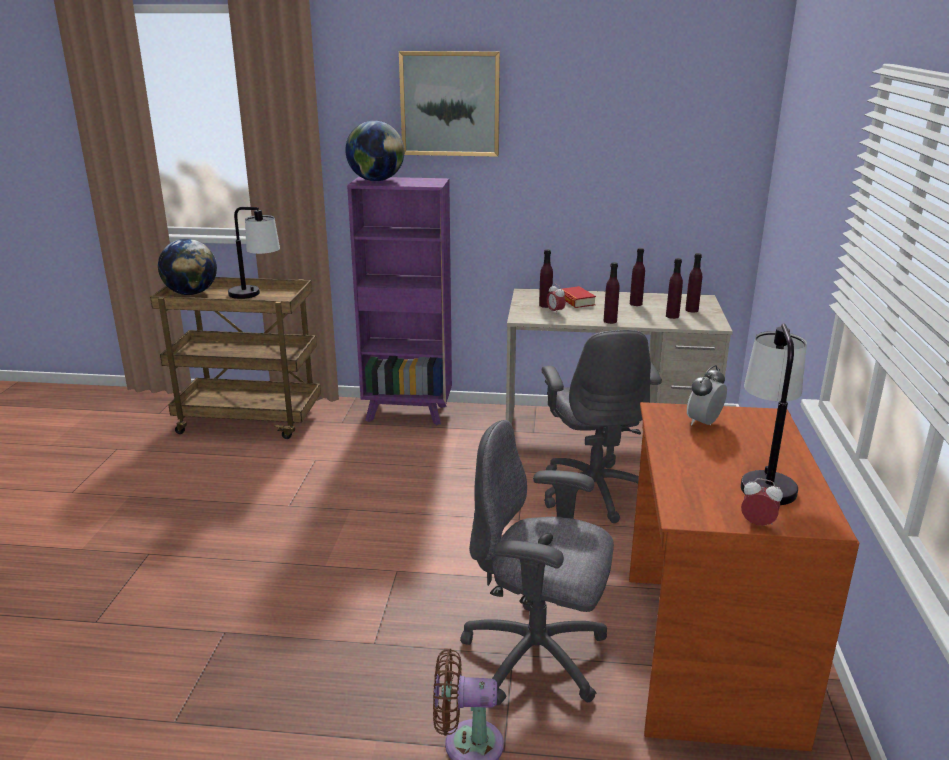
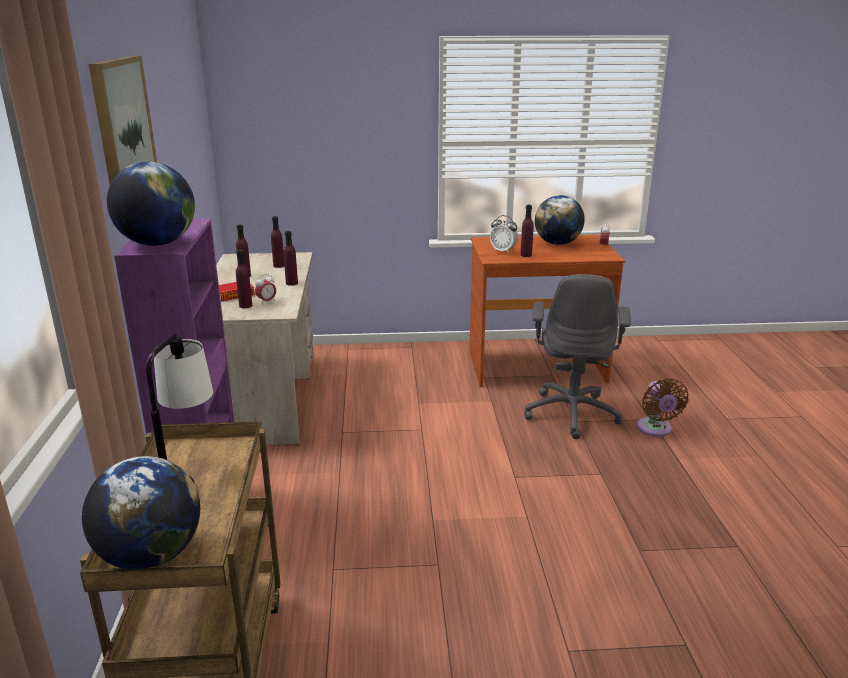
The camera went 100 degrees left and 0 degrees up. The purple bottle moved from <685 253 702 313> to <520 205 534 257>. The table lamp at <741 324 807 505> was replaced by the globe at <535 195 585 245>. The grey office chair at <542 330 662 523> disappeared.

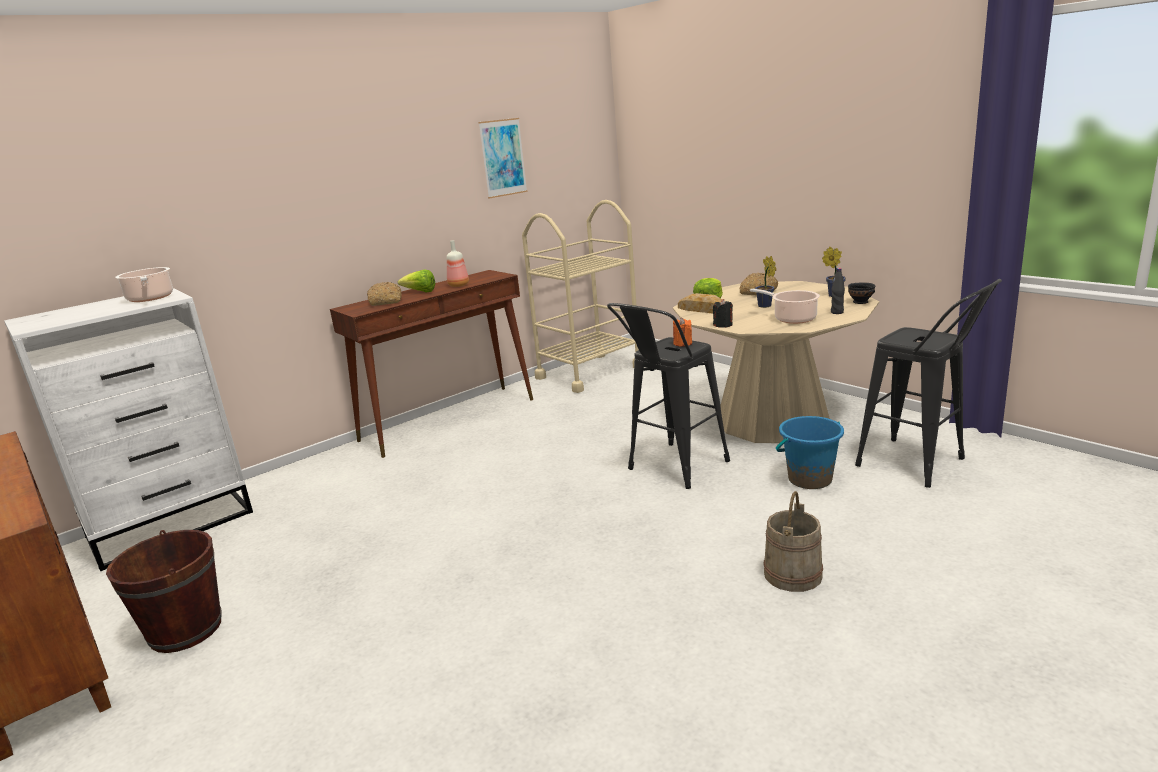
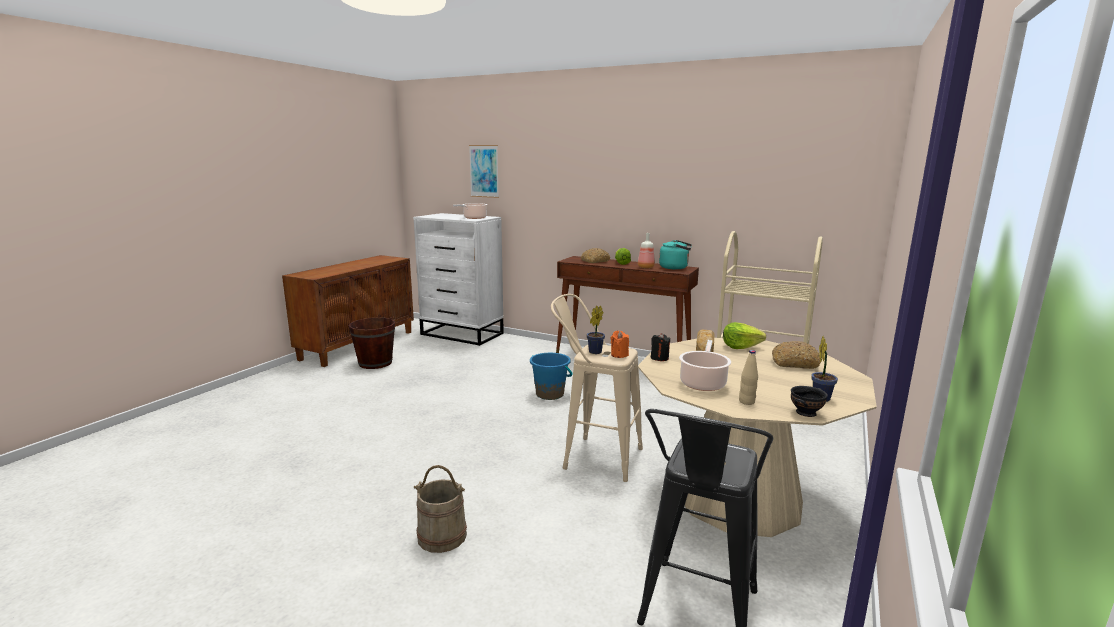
The camera went 65 degrees right and 5 degrees down. The picture moved from <478 118 527 199> to <469 145 499 198>. The potted plant moved from <755 256 777 308> to <587 306 605 354>. The black bottle at <831 268 845 314> became the beige bottle at <739 350 758 405>. The black stool at <607 303 730 489> became the beige stool at <551 294 643 482>. The blue bucket moved from <776 416 844 489> to <530 353 572 400>. The turquoise kettle at <659 240 692 269> appeared.

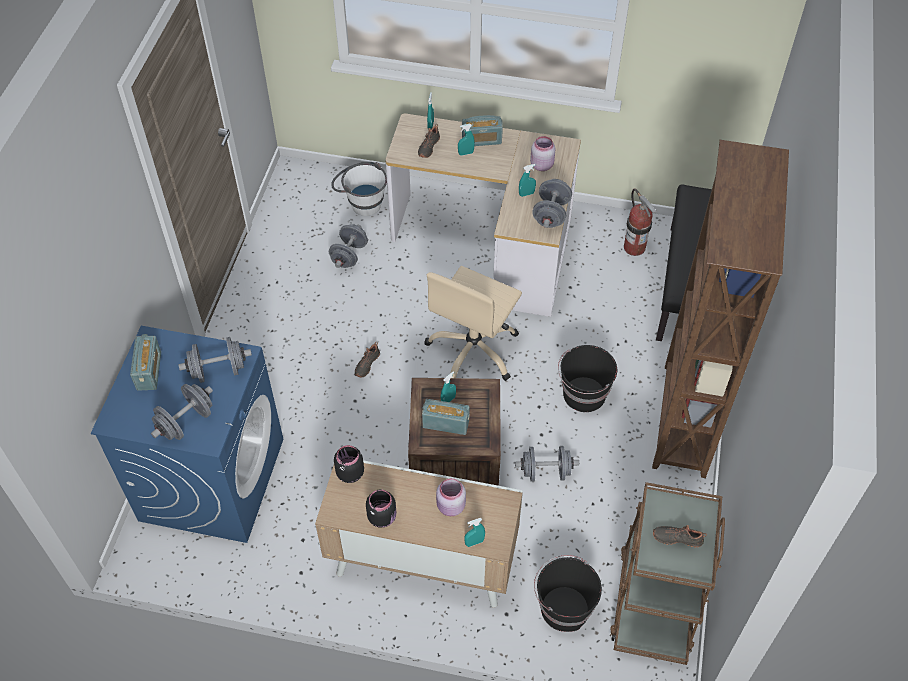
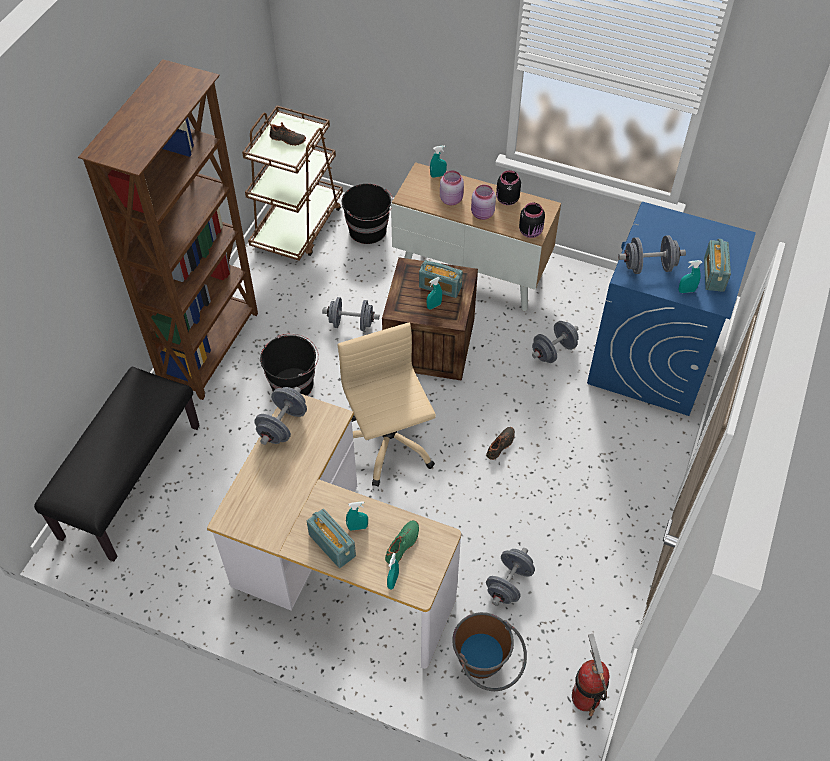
The camera went 170 degrees left and 0 degrees up. The radio at <462 115 503 146> turned 45 degrees clockwise. The black shoe at <418 124 440 158> became the green shoe at <385 520 419 563>. The pink jar moved from <530 136 556 171> to <471 185 496 220>. The white bucket at <331 162 387 216> became the brown bucket at <452 612 527 691>. The turquoise spray bottle moved from <519 164 536 197> to <679 260 702 293>. The fire extinguisher moved from <624 188 657 256> to <572 634 609 716>. The beige office chair at <424 266 522 381> turned 60 degrees counterclockwise. The grey dumbbell moved from <151 384 213 440> to <532 321 579 363>.

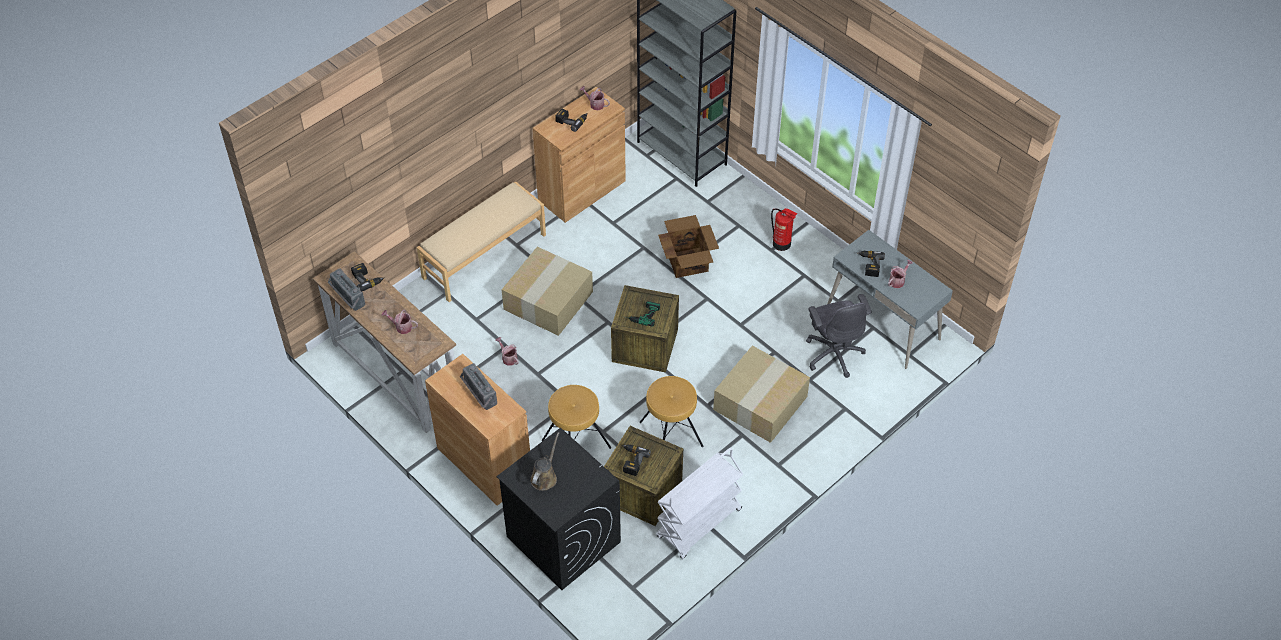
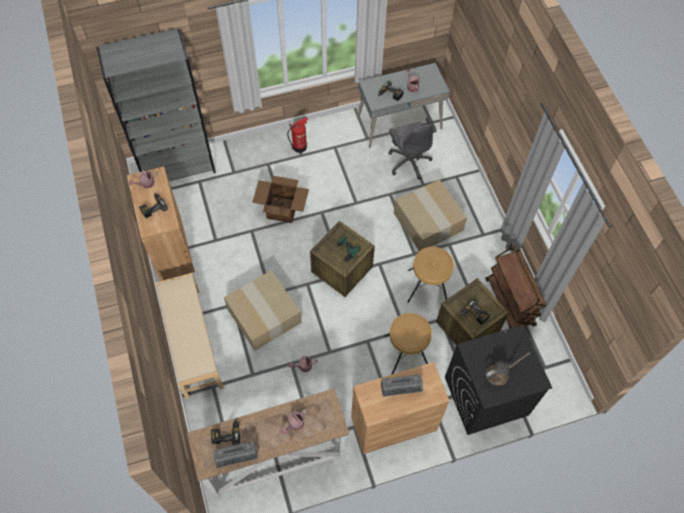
The camera went 65 degrees left and 10 degrees up. The grey office chair at <806 294 871 378> turned 60 degrees clockwise. The brown watering can at <530 432 559 491> turned 105 degrees clockwise. The white cart at <656 448 743 559> became the brown cart at <486 244 547 329>.

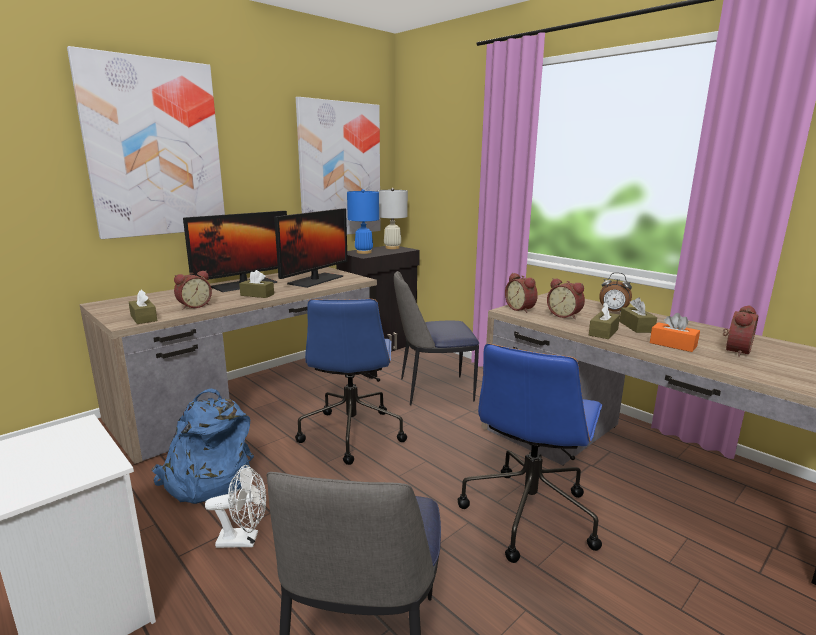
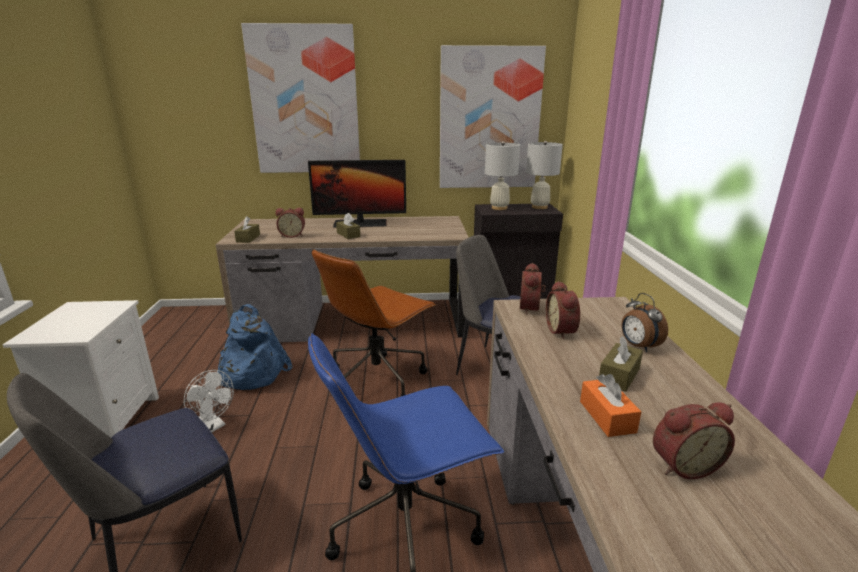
The camera went 40 degrees right and 5 degrees up. The blue table lamp at <347 189 379 254> became the white table lamp at <485 141 520 210>. The monitor at <274 208 348 288> disappeared. The blue office chair at <295 299 407 465> became the brown office chair at <312 249 436 397>. The brown tissue box at <589 302 620 339> disappeared.

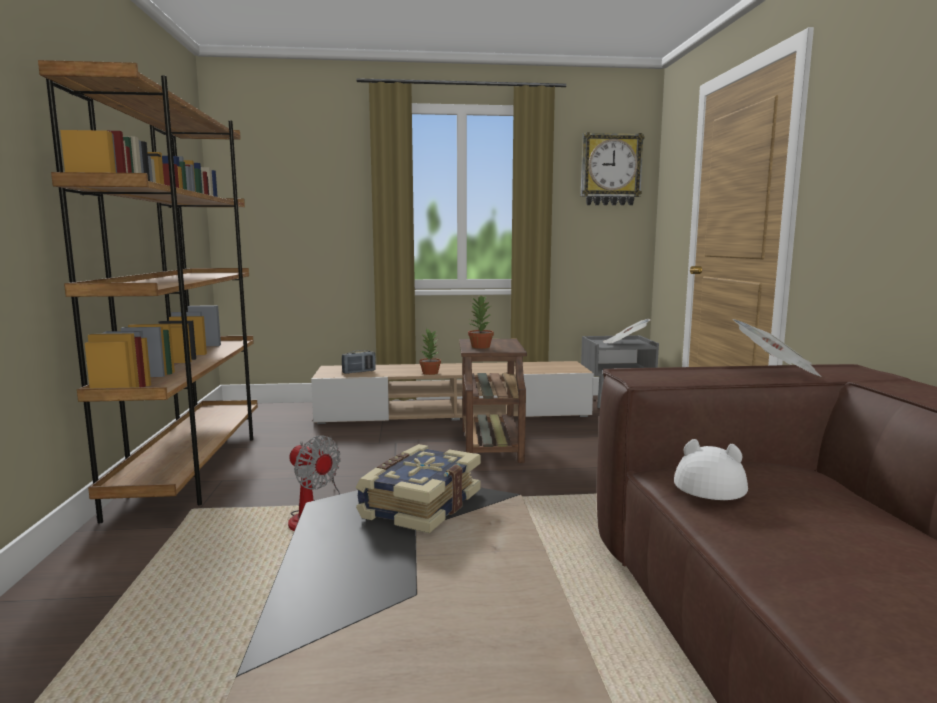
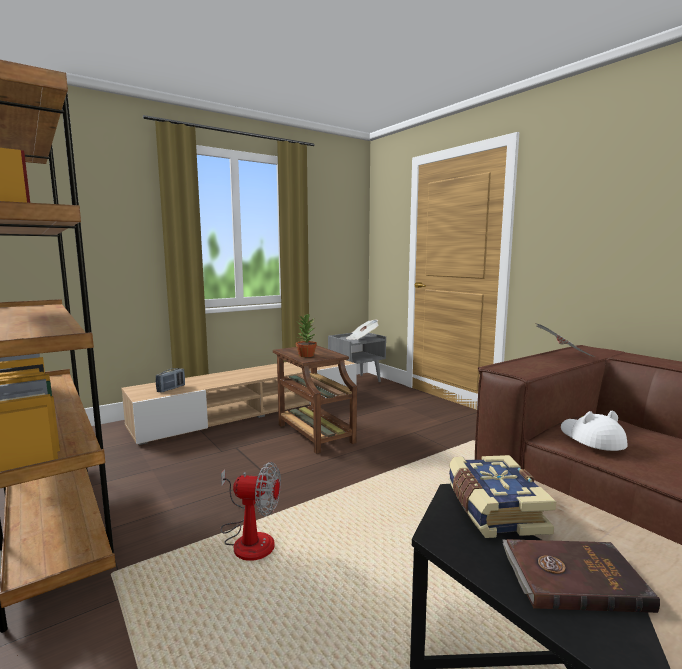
The camera went 30 degrees left and 0 degrees up. The wall clock at <581 132 644 205> disappeared. The potted plant at <419 329 441 375> disappeared. The brown book at <502 539 660 613> appeared.

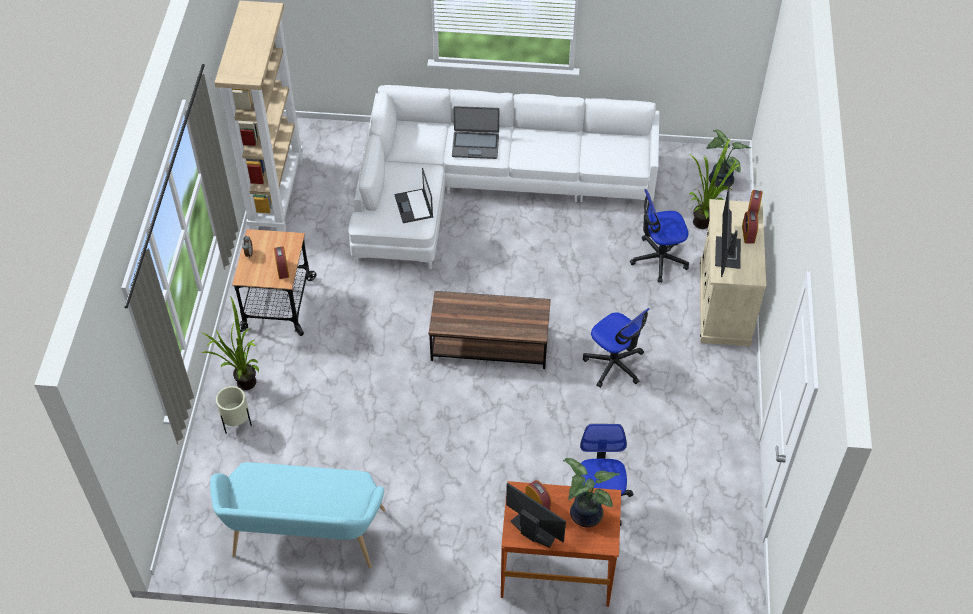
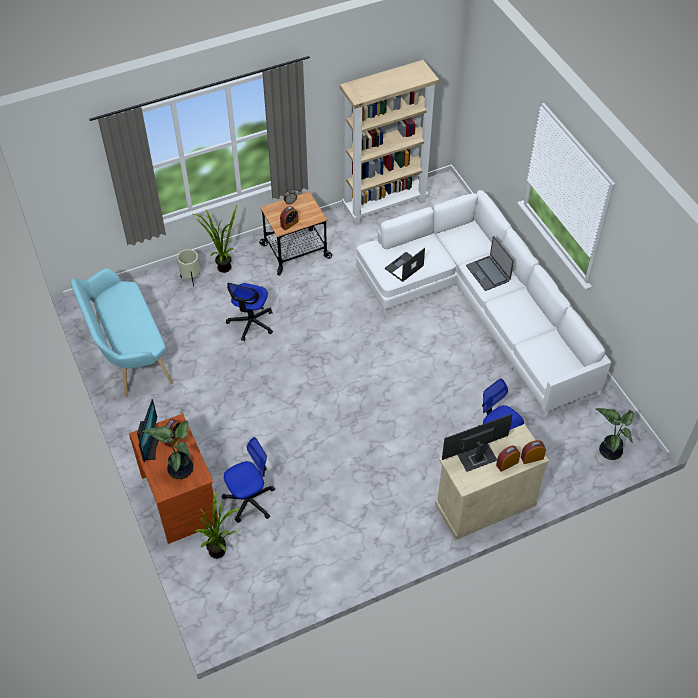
The camera went 60 degrees right and 0 degrees up. The potted plant moved from <688 138 741 229> to <185 490 240 559>. The brown coffee table at <429 291 551 369> disappeared. The office chair moved from <583 308 650 388> to <226 283 273 341>.

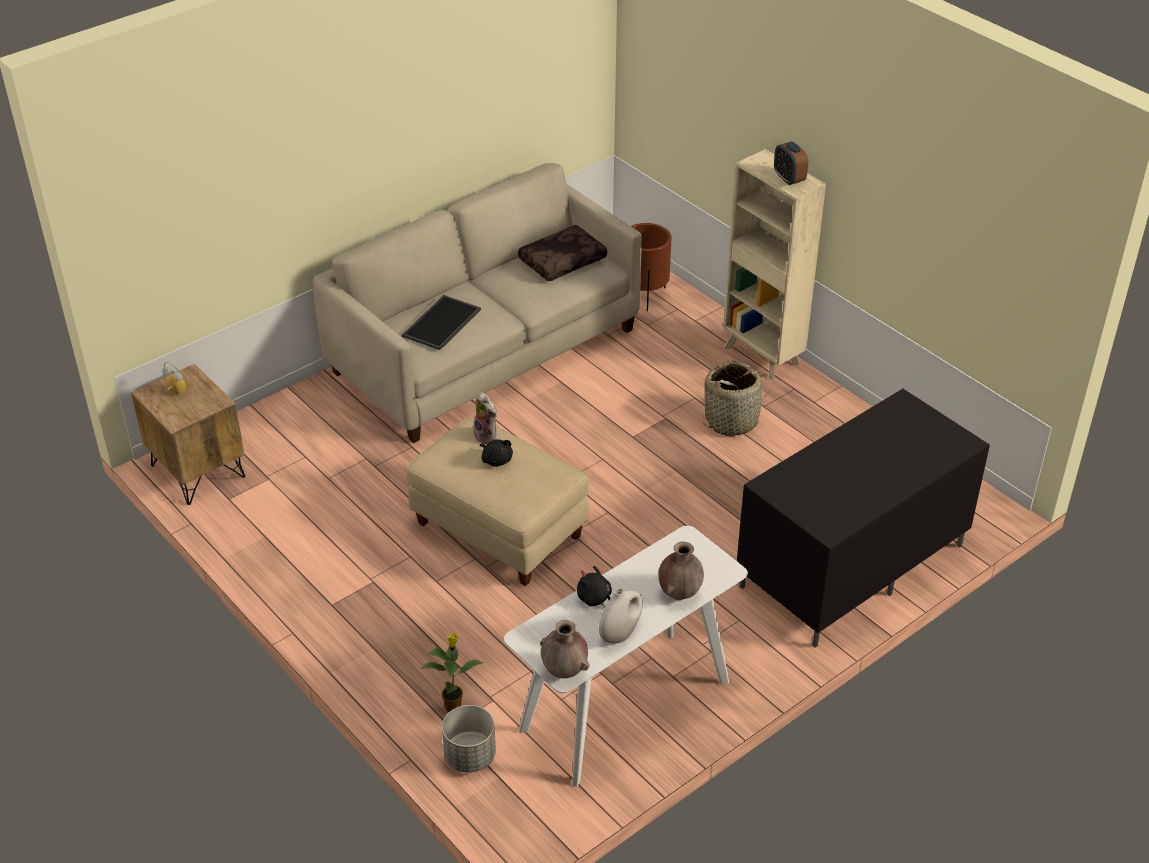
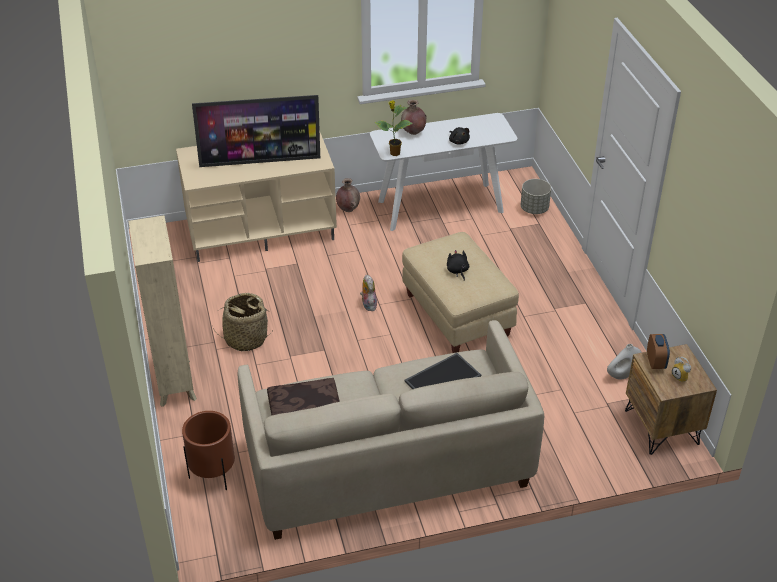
The camera went 155 degrees left and 0 degrees up. The alarm clock moved from <774 141 808 185> to <647 334 670 369>. The black tv stand at <737 389 990 648> became the beige tv stand at <176 133 337 262>. The plush toy moved from <473 392 497 444> to <360 275 377 311>. The white vase moved from <599 588 643 644> to <607 344 642 380>. The brown vase moved from <540 620 590 678> to <336 178 360 212>. The potted plant moved from <420 633 484 712> to <374 101 413 156>. The television at <192 95 320 167> appeared.

